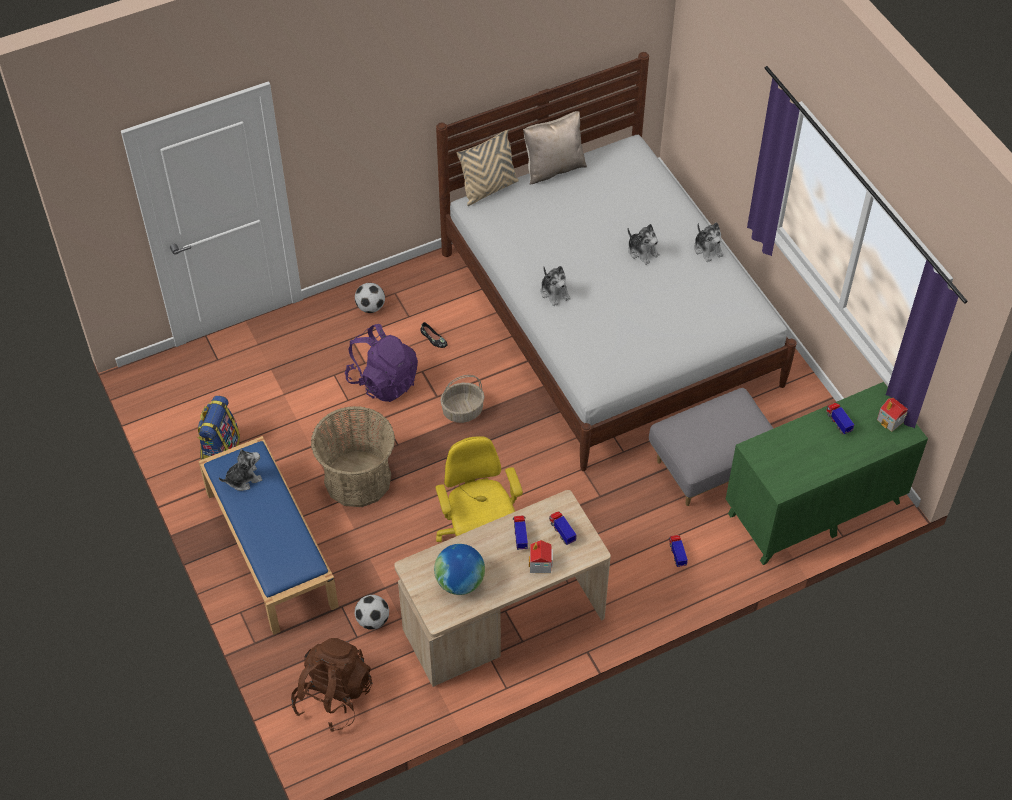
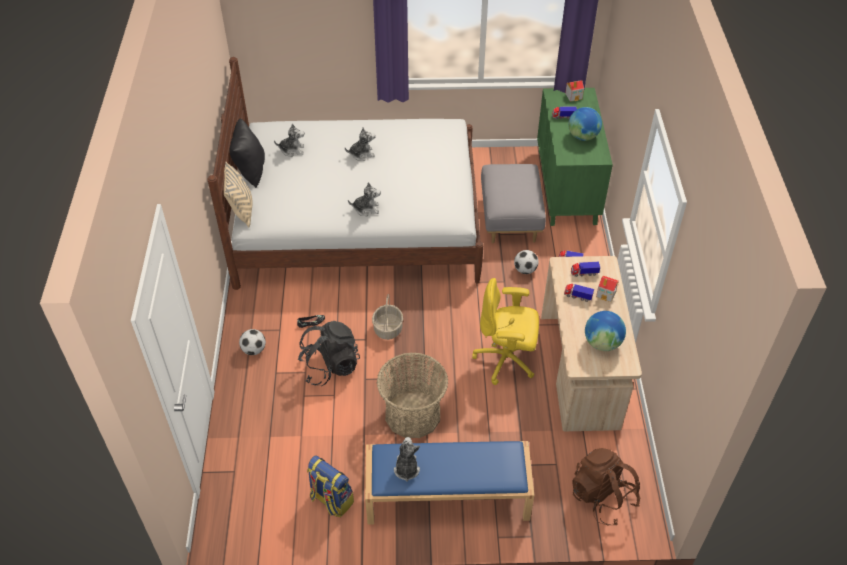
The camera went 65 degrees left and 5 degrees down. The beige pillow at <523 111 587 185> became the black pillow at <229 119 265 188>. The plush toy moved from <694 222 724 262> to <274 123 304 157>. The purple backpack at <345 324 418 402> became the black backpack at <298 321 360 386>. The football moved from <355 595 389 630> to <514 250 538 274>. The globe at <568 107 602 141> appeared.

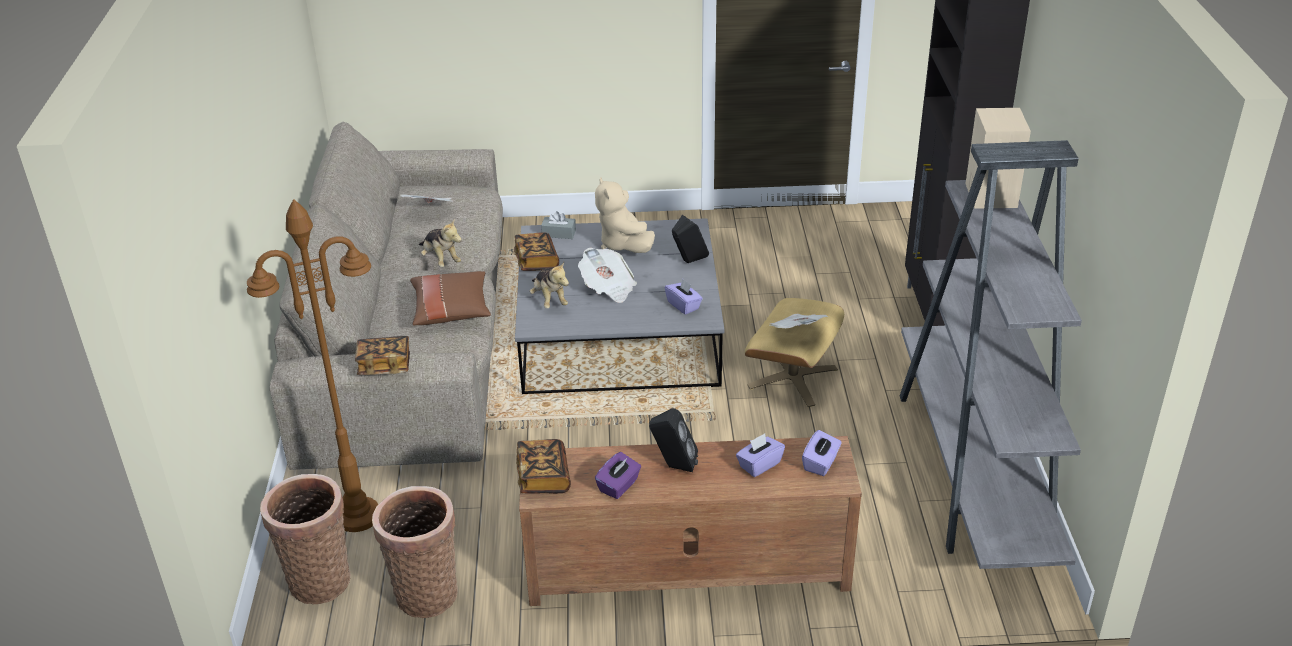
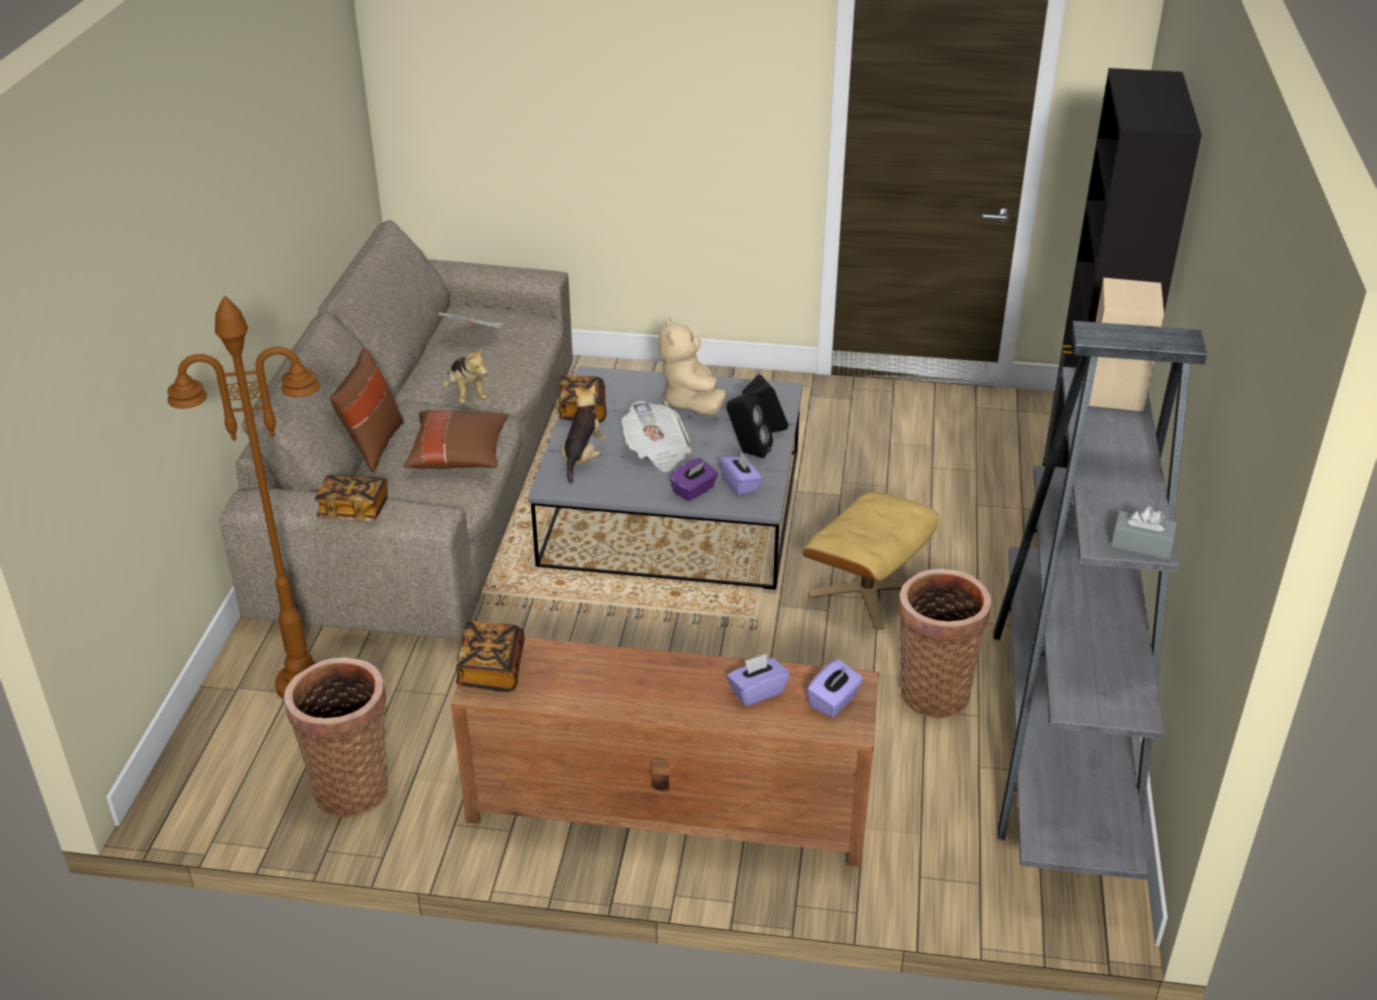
The camera went 10 degrees right and 0 degrees up. The grey tissue box moved from <541 211 576 239> to <1111 506 1177 559>. The plush toy at <530 262 569 309> turned 150 degrees counterclockwise. The newspaper at <770 314 828 328> disappeared. The black speaker moved from <649 408 698 473> to <726 392 773 459>. The purple tissue box moved from <595 452 641 499> to <670 458 718 501>. The basket moved from <260 474 351 604> to <898 569 991 718>. The brown pillow at <330 348 404 473> appeared.

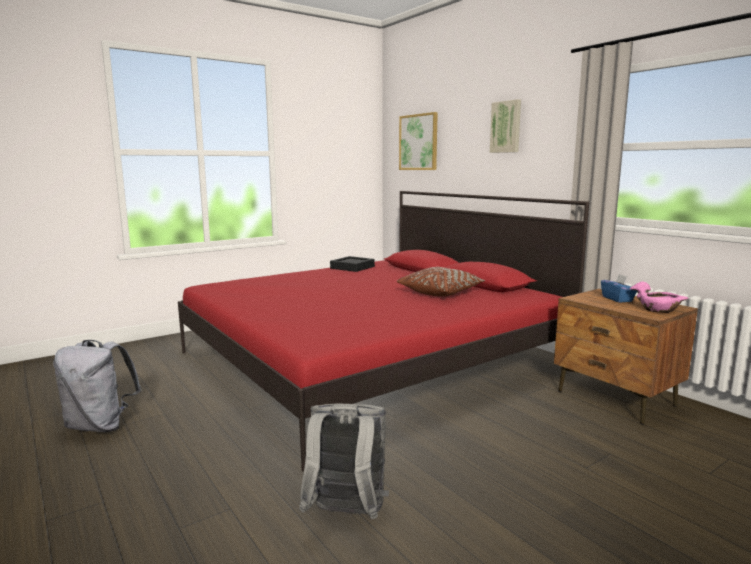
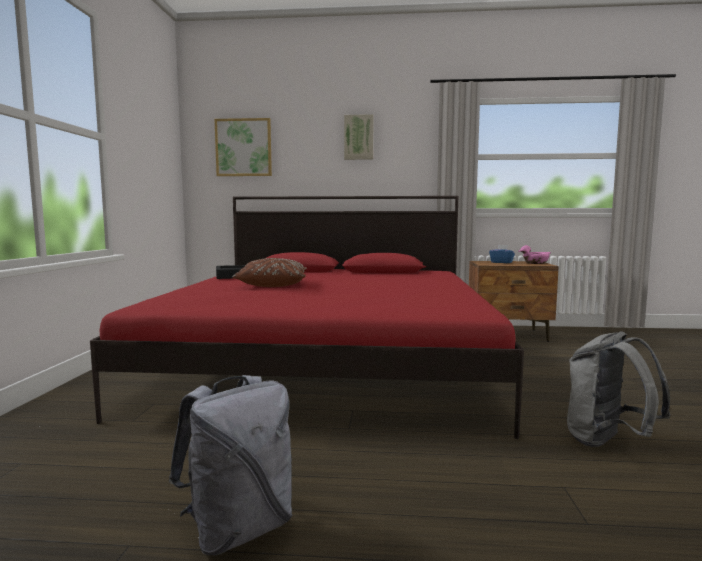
The camera went 50 degrees left and 5 degrees down. The brown pillow moved from <397 267 485 297> to <232 258 307 287>.

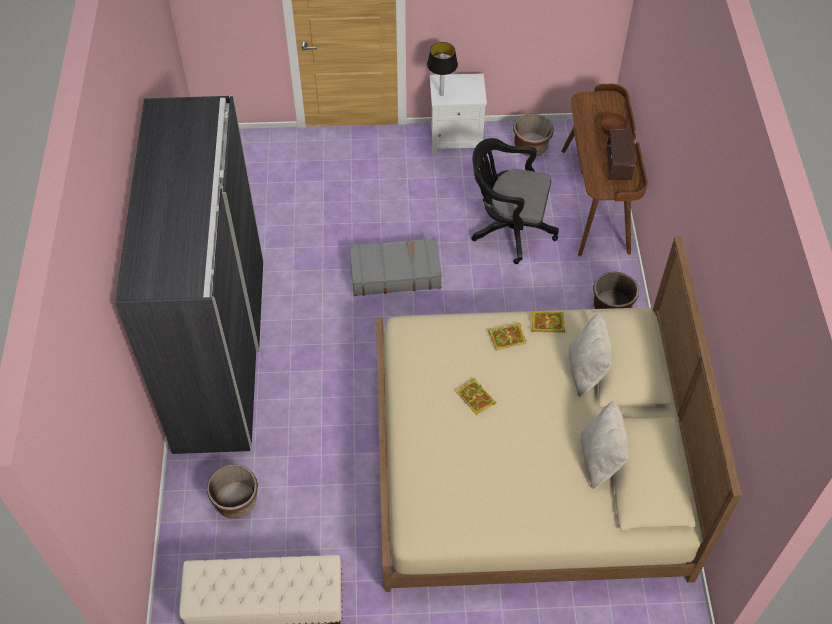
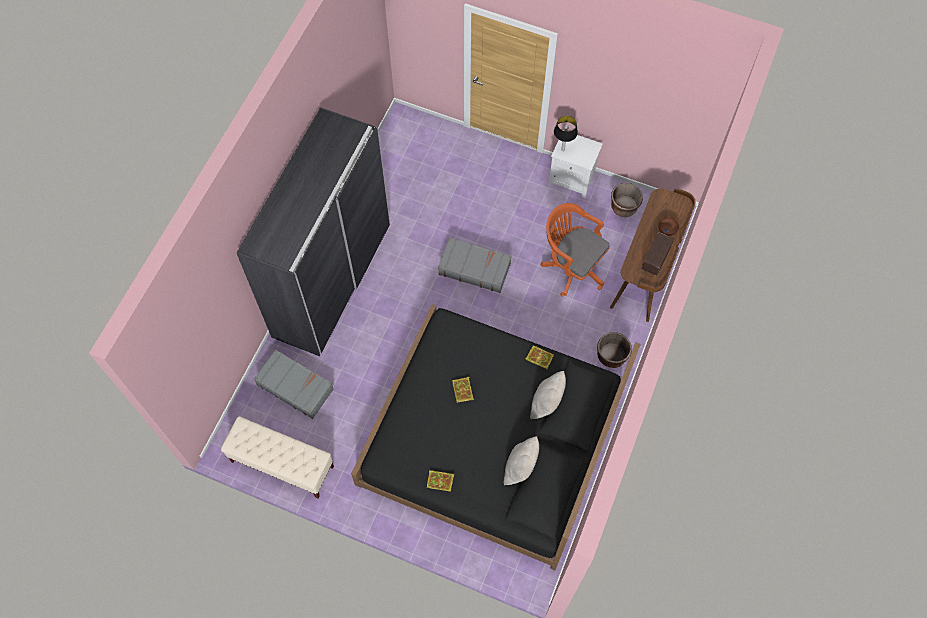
The camera went 25 degrees right and 10 degrees up. The black office chair at <472 138 559 264> became the orange office chair at <541 203 610 297>. The beige bed at <376 236 742 592> became the black bed at <351 304 641 570>. The book moved from <488 323 527 351> to <427 470 454 492>. The brown planter at <207 464 258 519> was replaced by the grey suitcase at <254 350 334 419>.

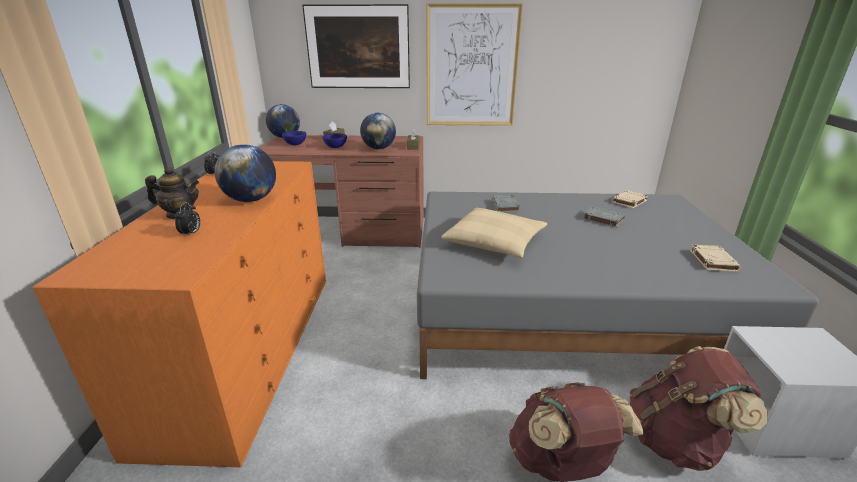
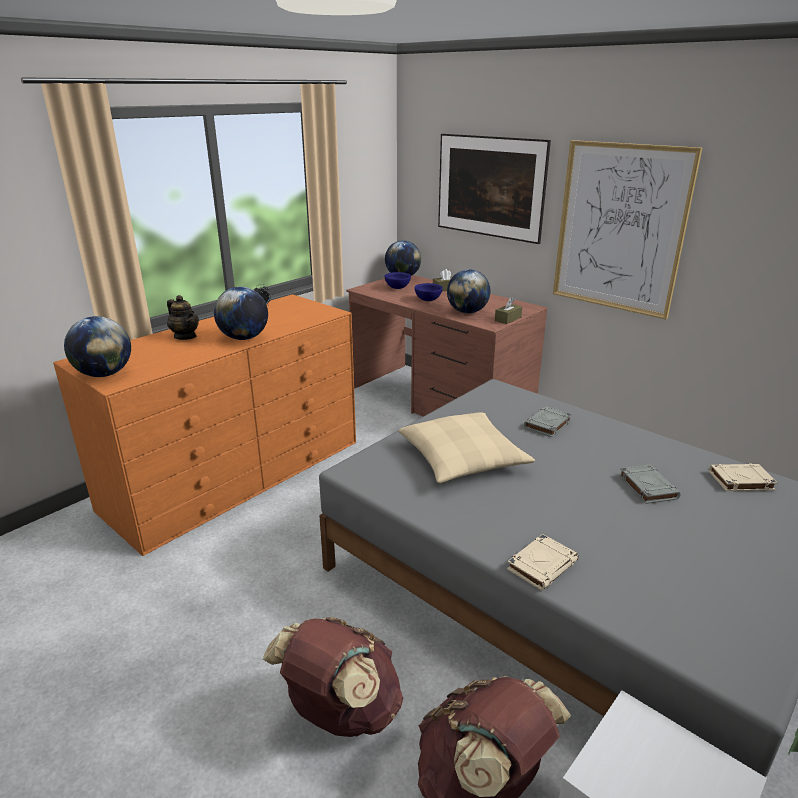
The camera went 40 degrees right and 0 degrees up. The alarm clock at <175 202 200 236> disappeared. The beige book moved from <690 245 741 272> to <507 534 579 591>. The globe at <64 316 131 377> appeared.

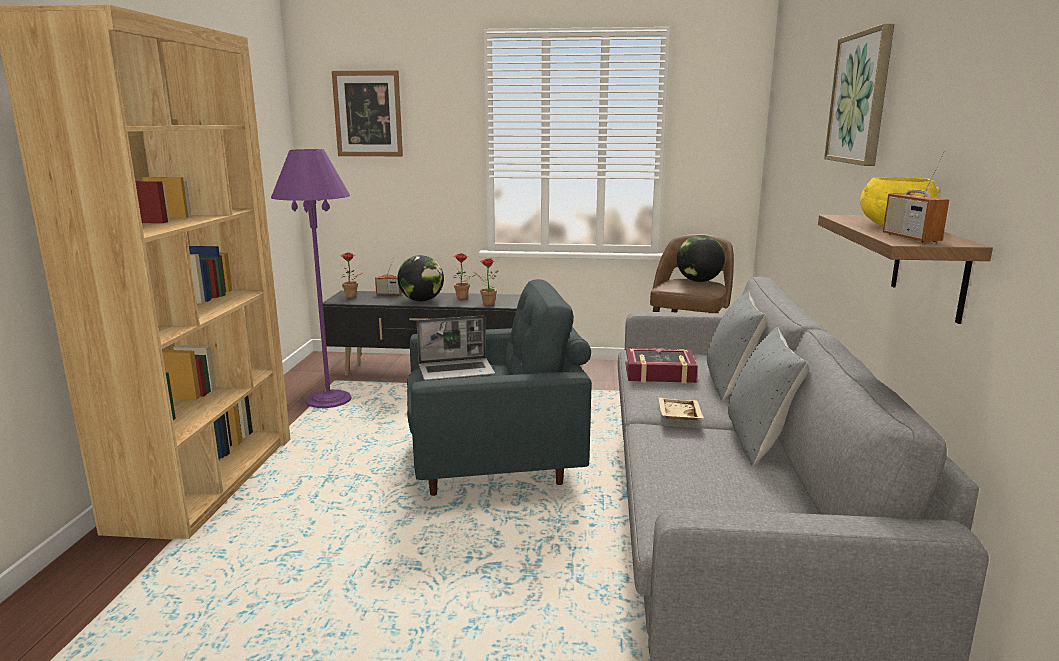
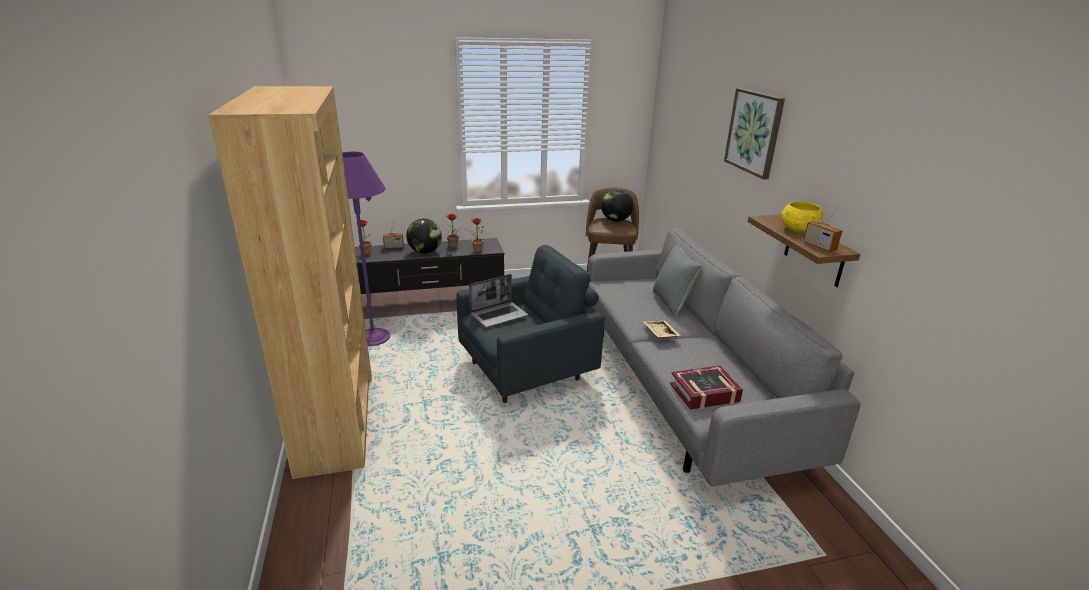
The camera went 20 degrees left and 10 degrees up. The picture at <332 70 403 156> disappeared. The grey pillow at <728 327 808 466> disappeared. The book moved from <625 348 698 384> to <670 366 743 409>.

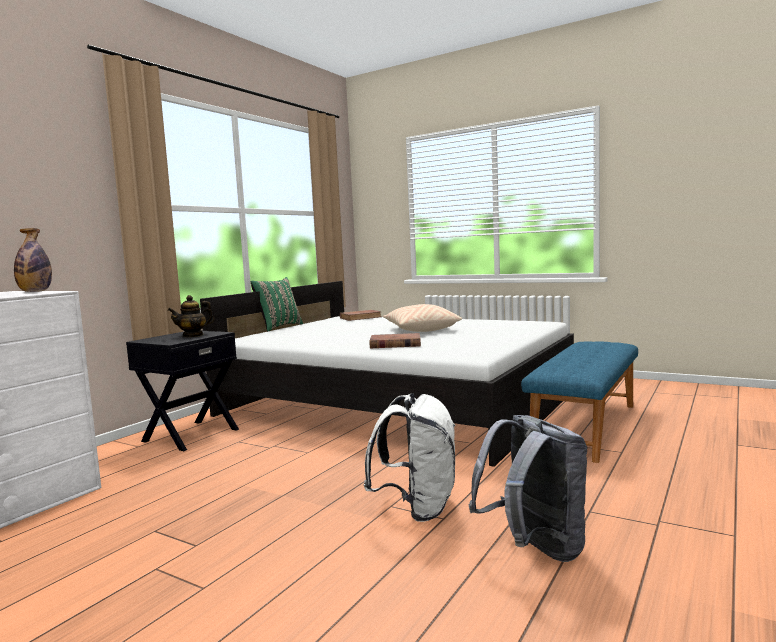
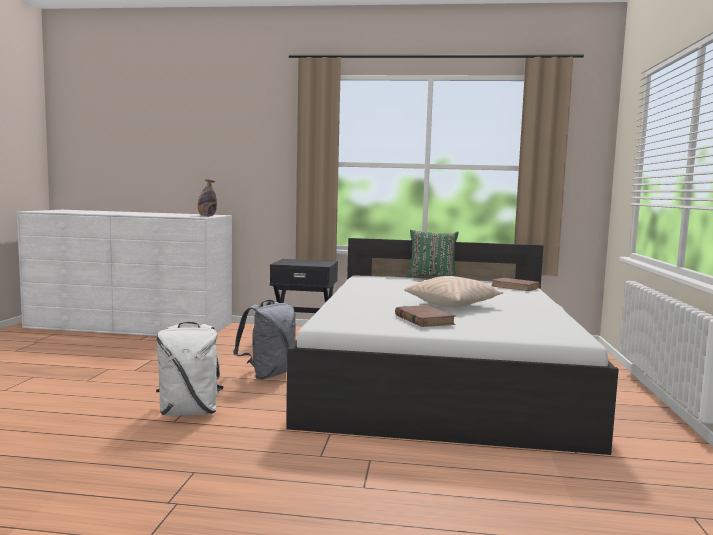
The camera went 65 degrees right and 0 degrees up. The teapot at <168 295 214 337> disappeared. The brown book moved from <370 333 421 348> to <395 305 455 327>. The blue bench at <521 341 638 463> disappeared. The grey backpack moved from <469 415 587 562> to <233 300 296 380>.

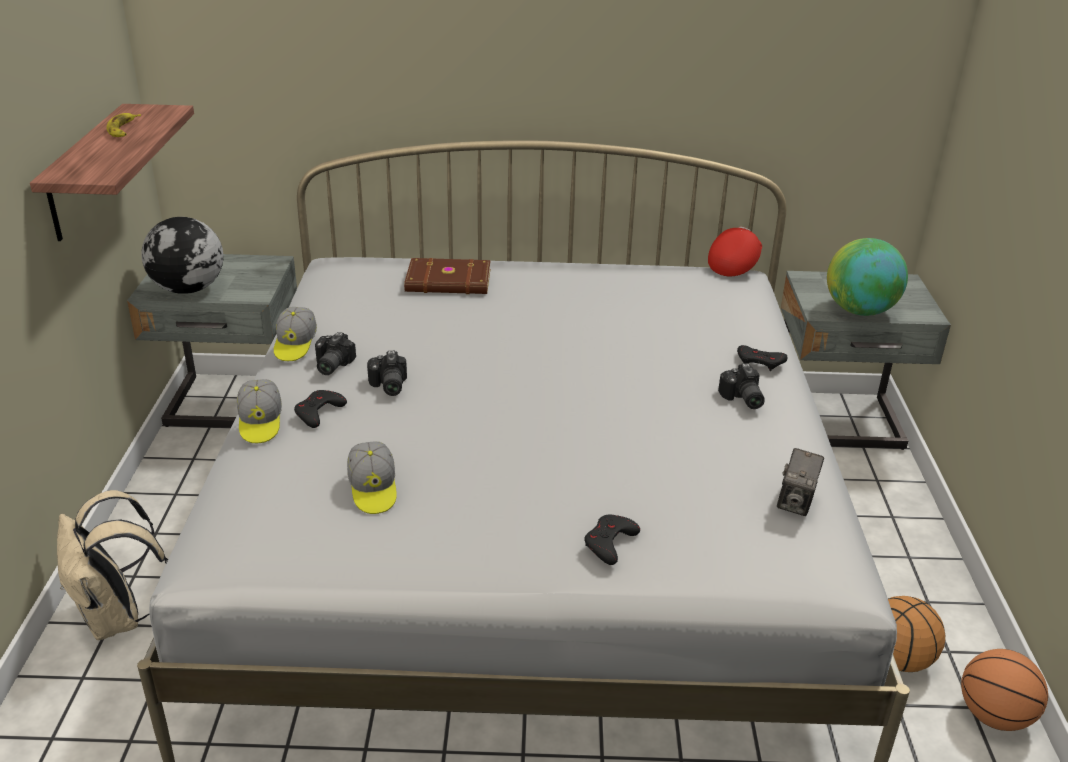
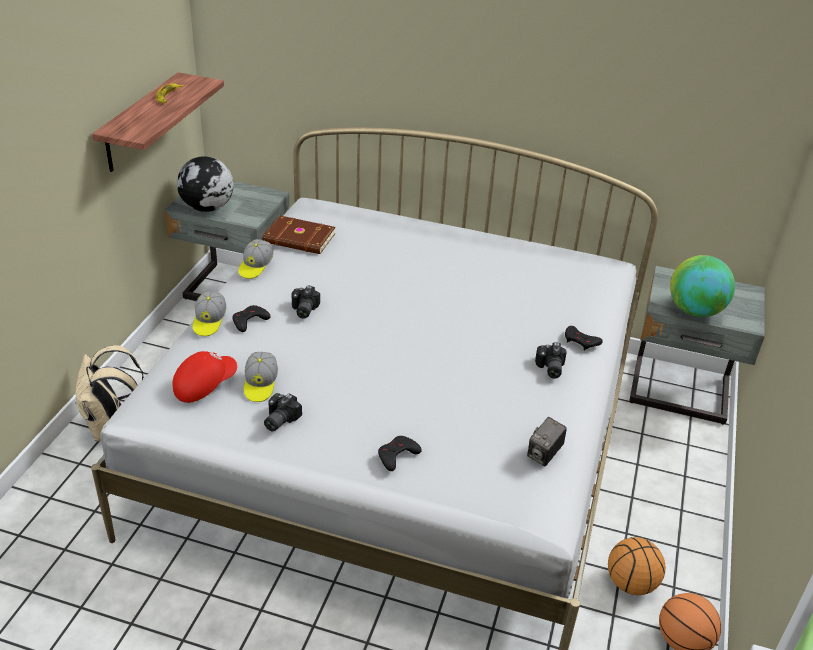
The camera went 15 degrees right and 5 degrees up. The red cap moved from <708 227 762 276> to <173 351 237 403>. The brown book moved from <404 258 491 294> to <262 216 336 254>. The photo camera moved from <315 332 356 375> to <264 393 302 432>.

